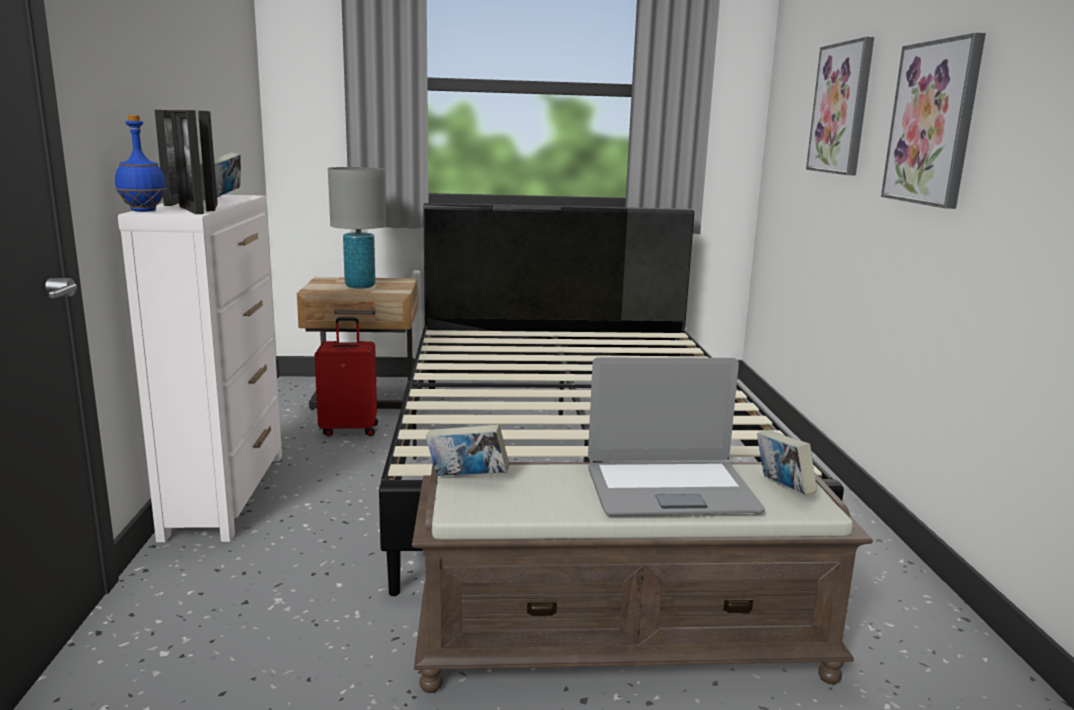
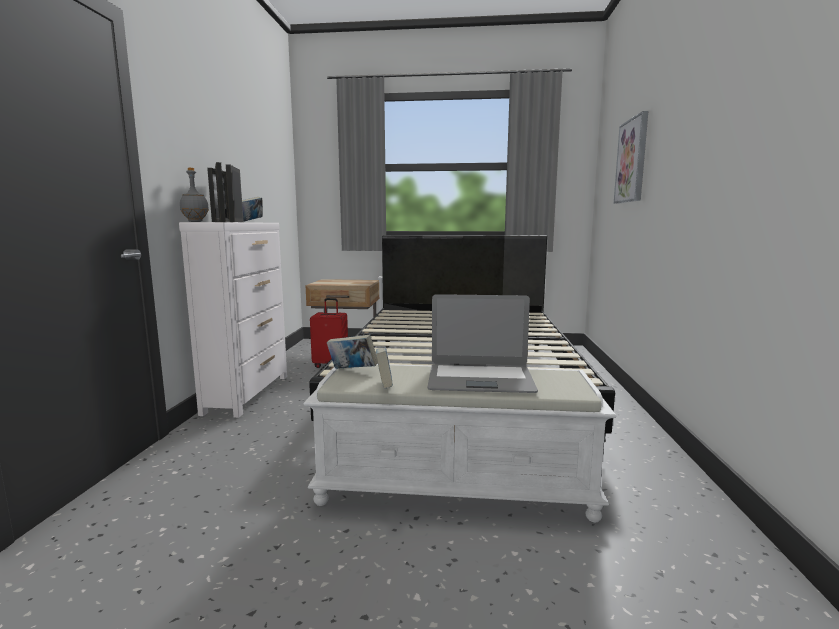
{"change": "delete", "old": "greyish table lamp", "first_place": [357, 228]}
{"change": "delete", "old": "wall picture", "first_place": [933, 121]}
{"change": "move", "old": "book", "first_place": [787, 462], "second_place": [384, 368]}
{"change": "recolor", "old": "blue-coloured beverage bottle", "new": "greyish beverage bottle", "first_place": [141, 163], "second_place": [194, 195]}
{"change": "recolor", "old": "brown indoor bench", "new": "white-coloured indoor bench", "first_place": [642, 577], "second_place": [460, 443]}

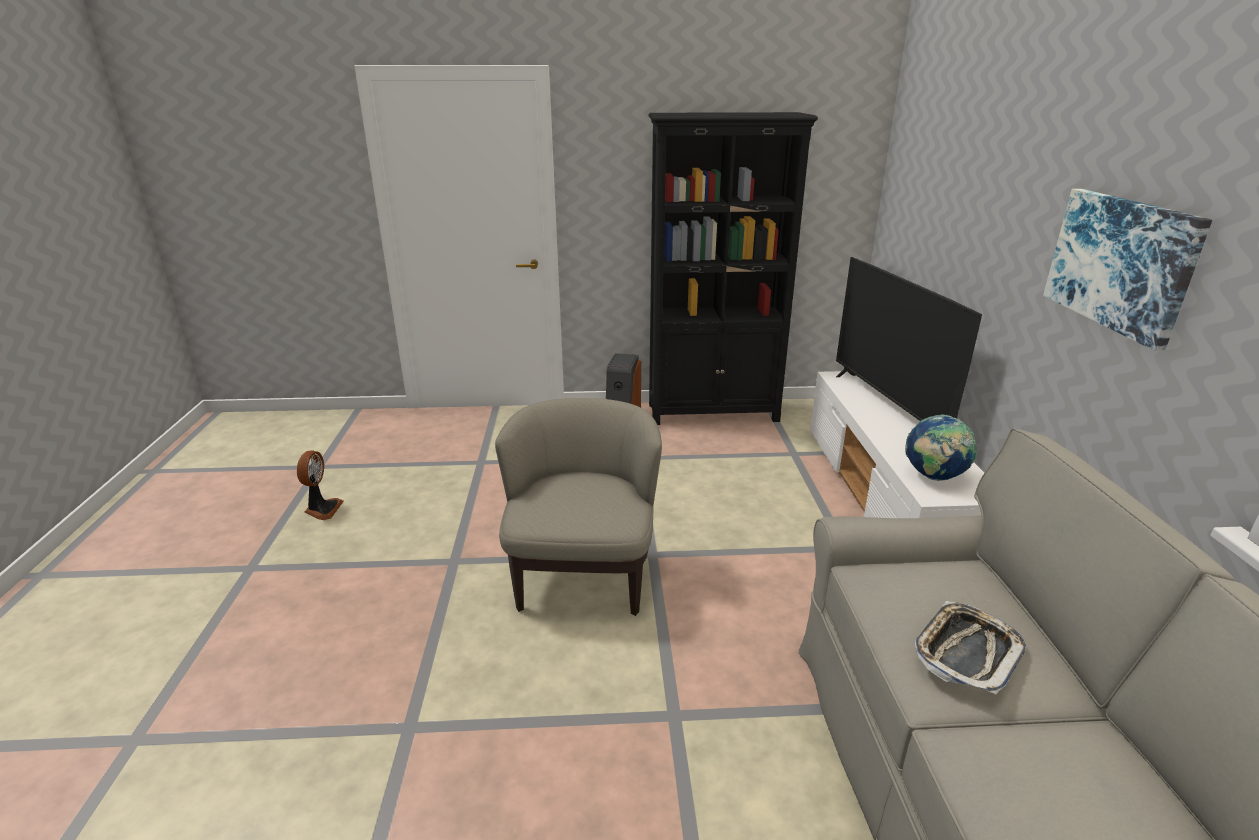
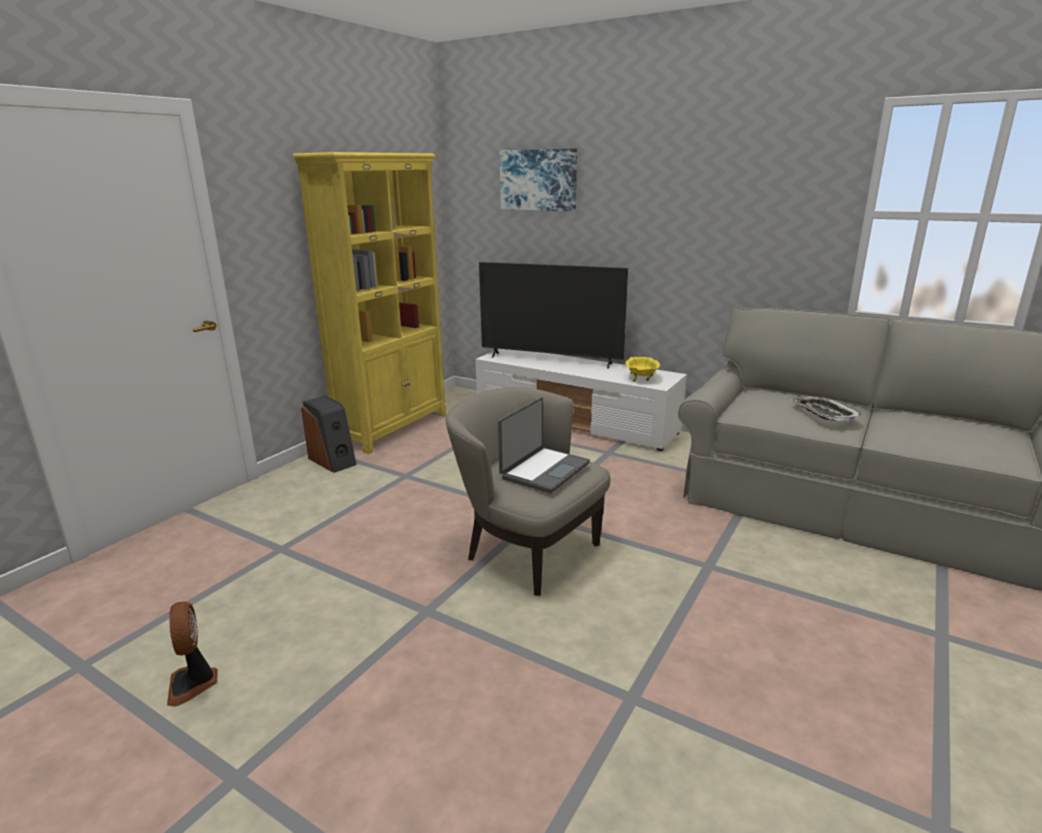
{"change": "insert", "new": "laptop", "second_place": [544, 445]}
{"change": "move", "old": "wall picture", "first_place": [1127, 269], "second_place": [538, 179]}
{"change": "replace", "old": "desk globe", "new": "yellow bowl", "first_place": [941, 447], "second_place": [642, 369]}
{"change": "recolor", "old": "black-coloured bookshelf", "new": "yellow bookshelf", "first_place": [733, 268], "second_place": [369, 303]}
{"change": "rotate", "old": "cooling fan", "first_place": [320, 485], "second_place": [192, 654], "degrees": -150}

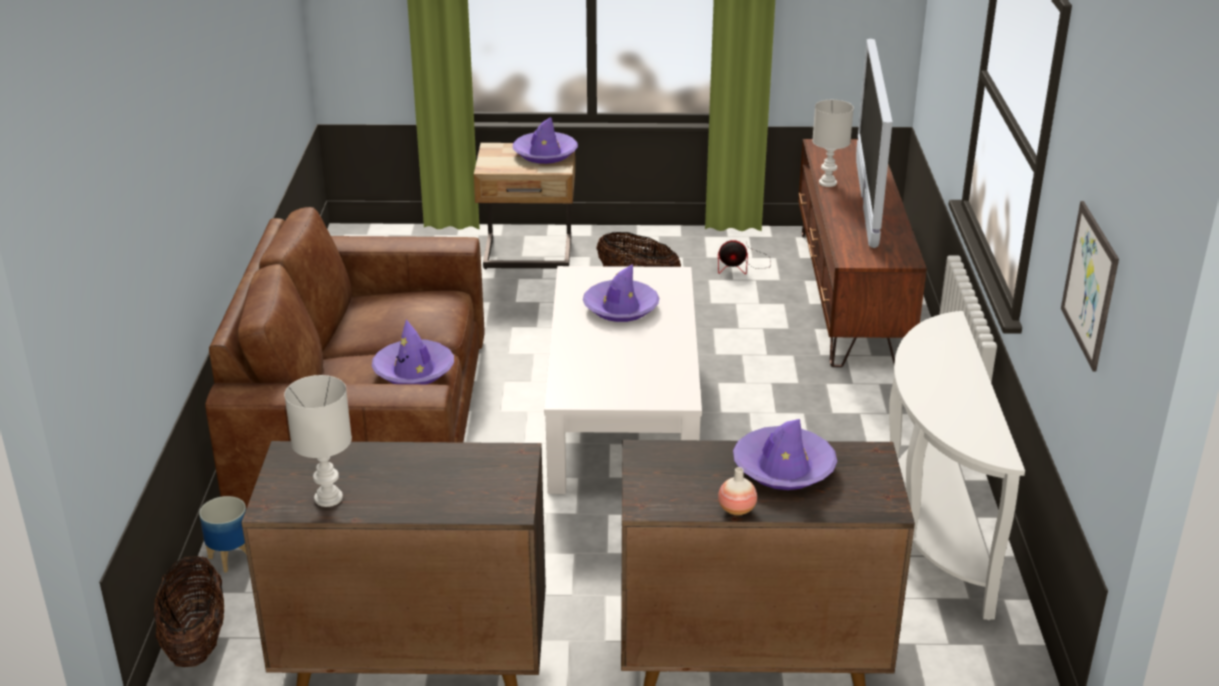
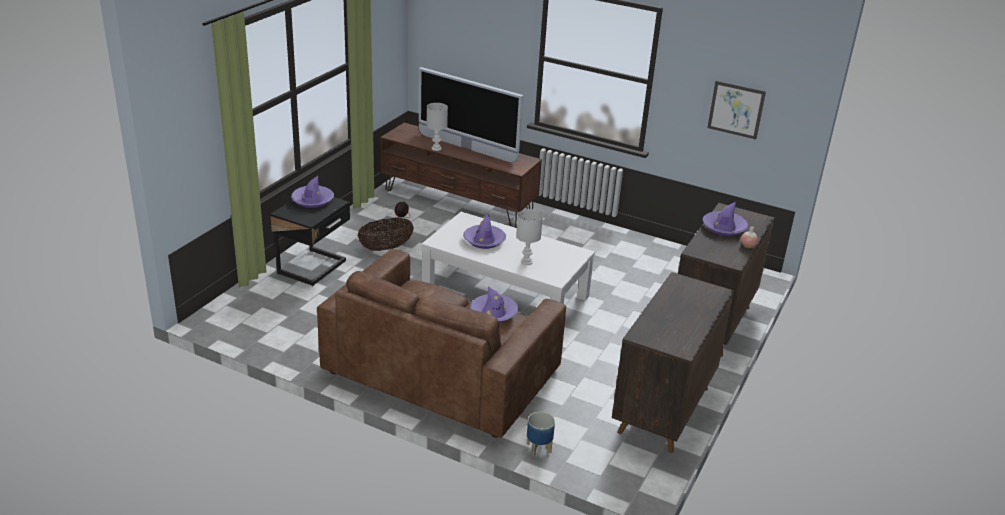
{"change": "delete", "old": "basket", "first_place": [189, 611]}
{"change": "delete", "old": "white-coloured console table", "first_place": [957, 465]}
{"change": "move", "old": "white-coloured table lamp", "first_place": [318, 441], "second_place": [529, 237]}
{"change": "recolor", "old": "beige-coloured bedside table", "new": "black-coloured bedside table", "first_place": [524, 206], "second_place": [310, 241]}

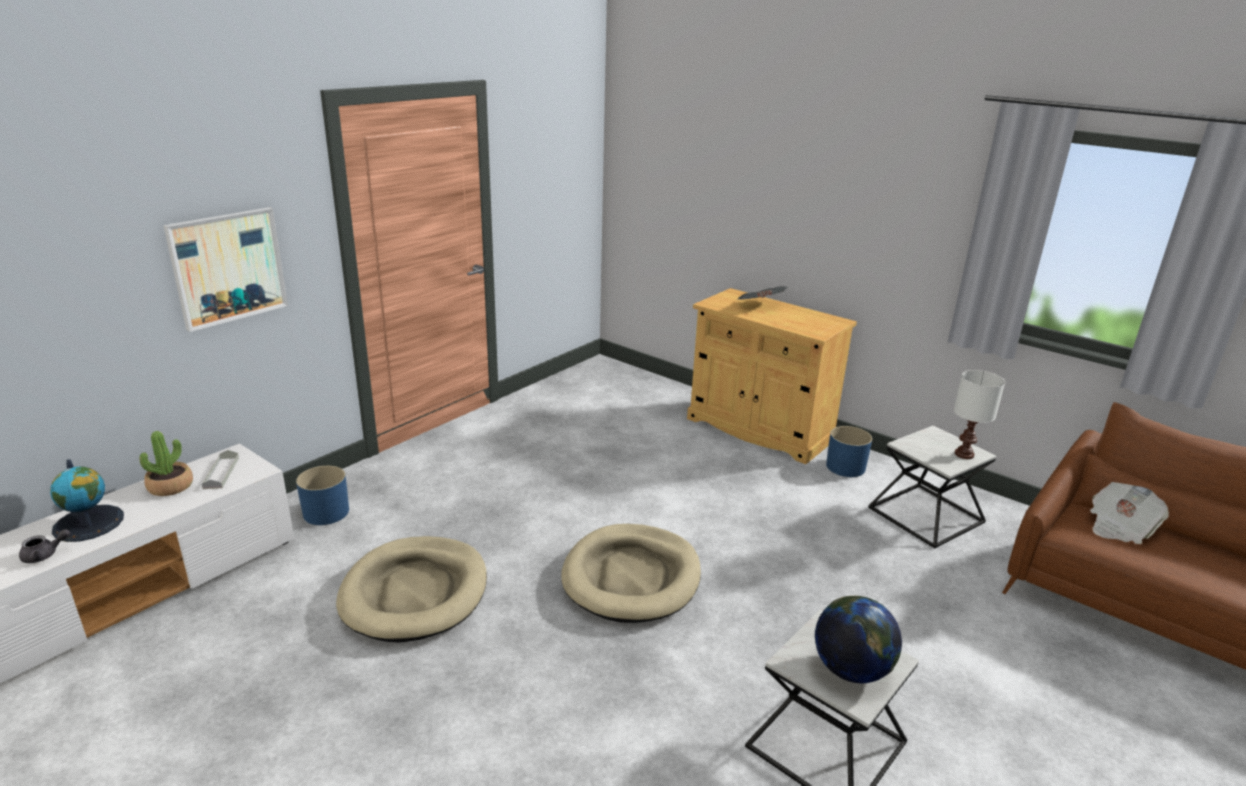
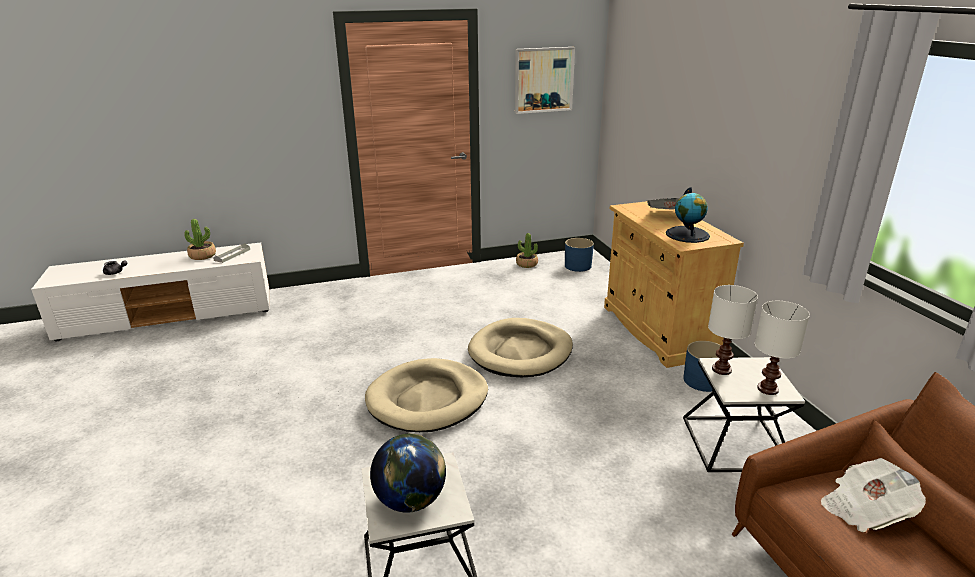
{"change": "insert", "new": "potted plant", "second_place": [527, 250]}
{"change": "insert", "new": "white-coloured table lamp", "second_place": [733, 330]}
{"change": "move", "old": "desk globe", "first_place": [87, 500], "second_place": [688, 215]}
{"change": "move", "old": "wall picture", "first_place": [225, 269], "second_place": [545, 80]}
{"change": "move", "old": "blue-coloured flower pot", "first_place": [322, 495], "second_place": [579, 255]}
{"change": "move", "old": "beige-coloured dog bed", "first_place": [411, 589], "second_place": [520, 347]}

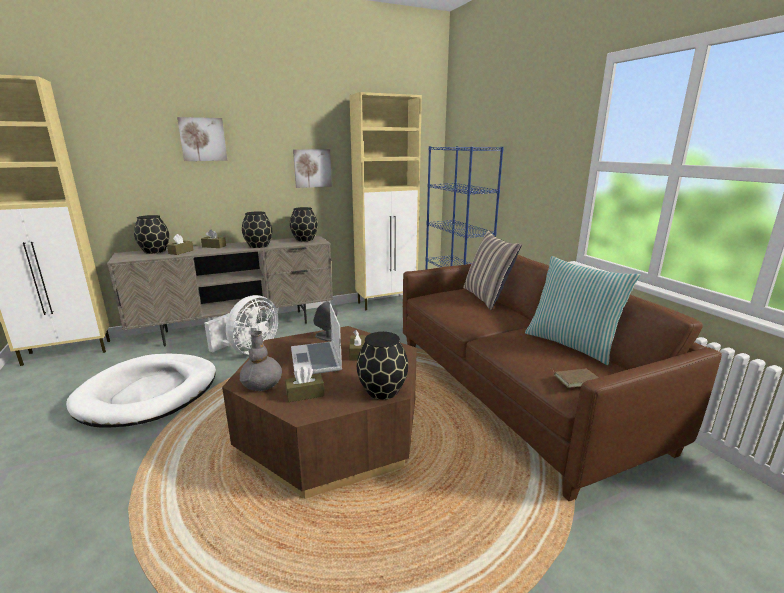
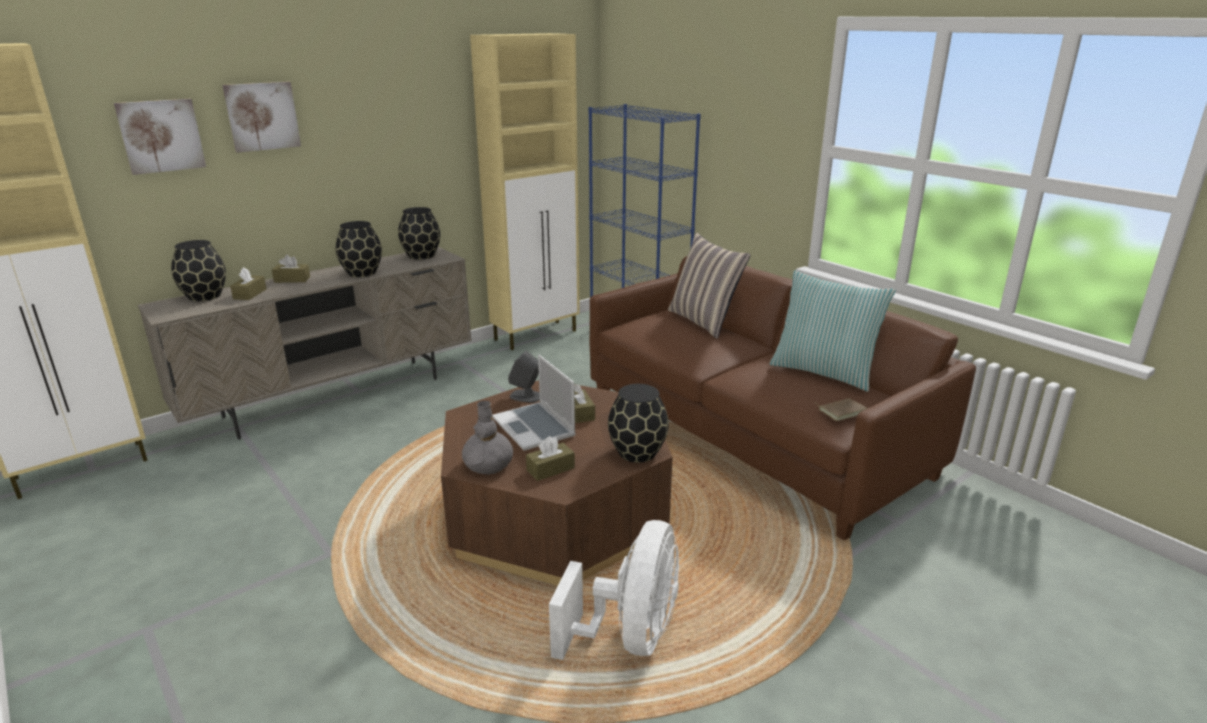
{"change": "delete", "old": "white-coloured dog bed", "first_place": [141, 390]}
{"change": "move", "old": "white-coloured cooling fan", "first_place": [241, 325], "second_place": [614, 590]}
{"change": "move", "old": "wall picture", "first_place": [312, 168], "second_place": [160, 137]}

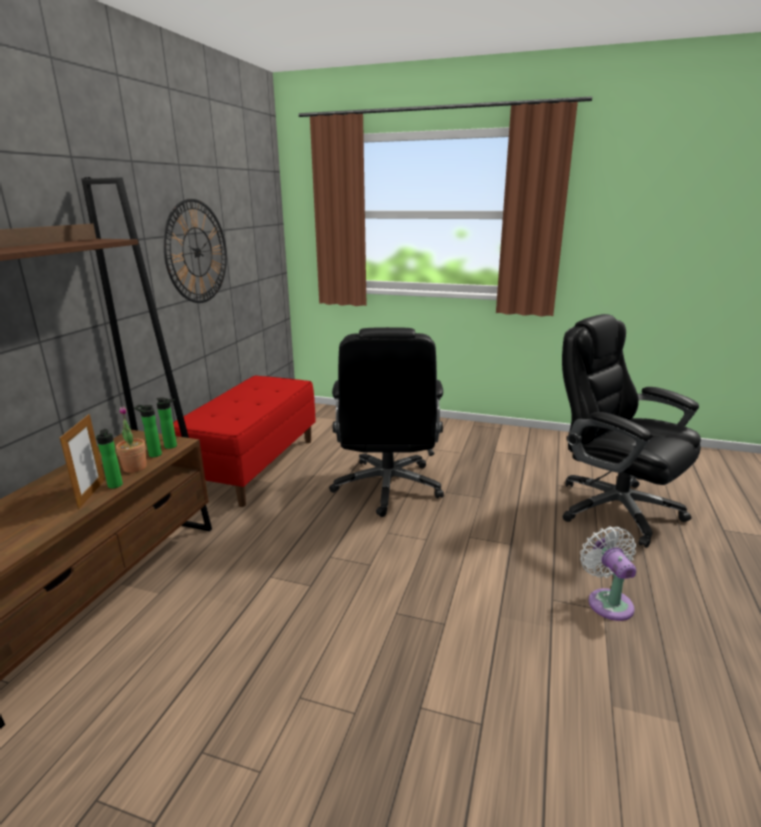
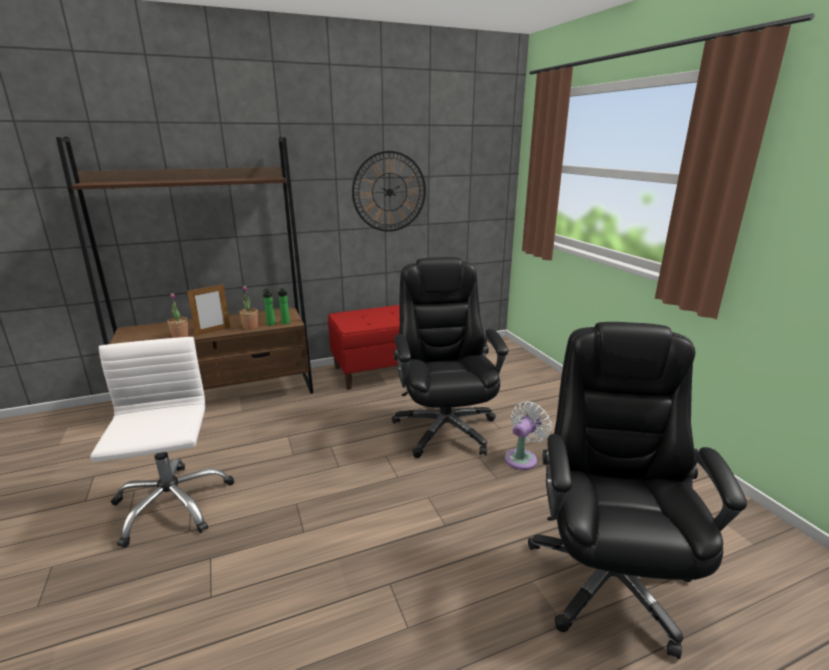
{"change": "delete", "old": "beverage bottle", "first_place": [109, 459]}
{"change": "insert", "new": "white-coloured desk chair", "second_place": [162, 442]}
{"change": "insert", "new": "potted plant", "second_place": [178, 315]}
{"change": "move", "old": "white-coloured cooling fan", "first_place": [608, 574], "second_place": [528, 435]}
{"change": "rotate", "old": "black-coloured desk chair", "first_place": [386, 422], "second_place": [450, 357], "degrees": 120}

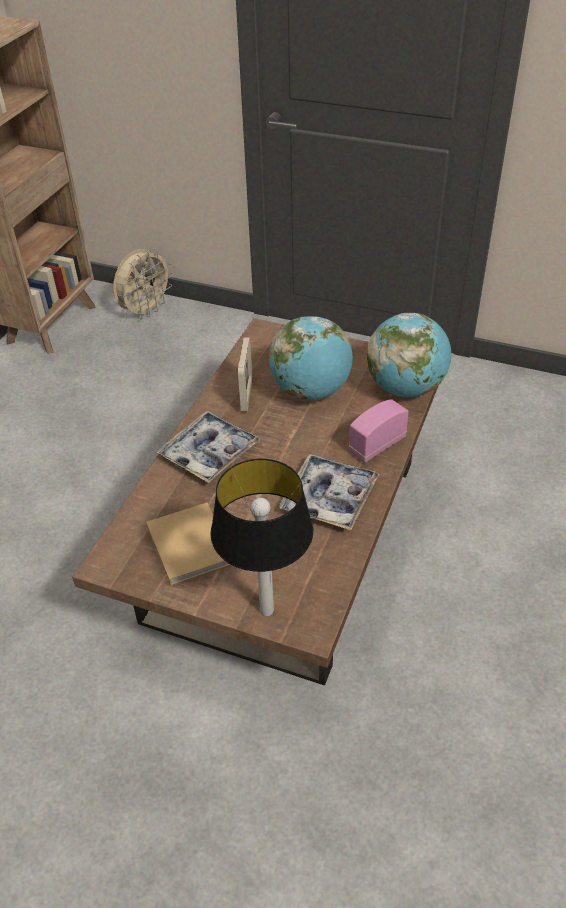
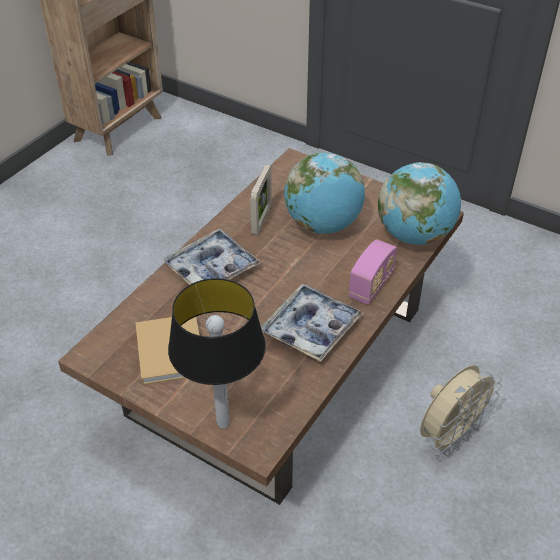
{"change": "move", "old": "beige-coloured cooling fan", "first_place": [143, 283], "second_place": [461, 410]}
{"change": "rotate", "old": "radio set", "first_place": [379, 431], "second_place": [373, 272], "degrees": 150}

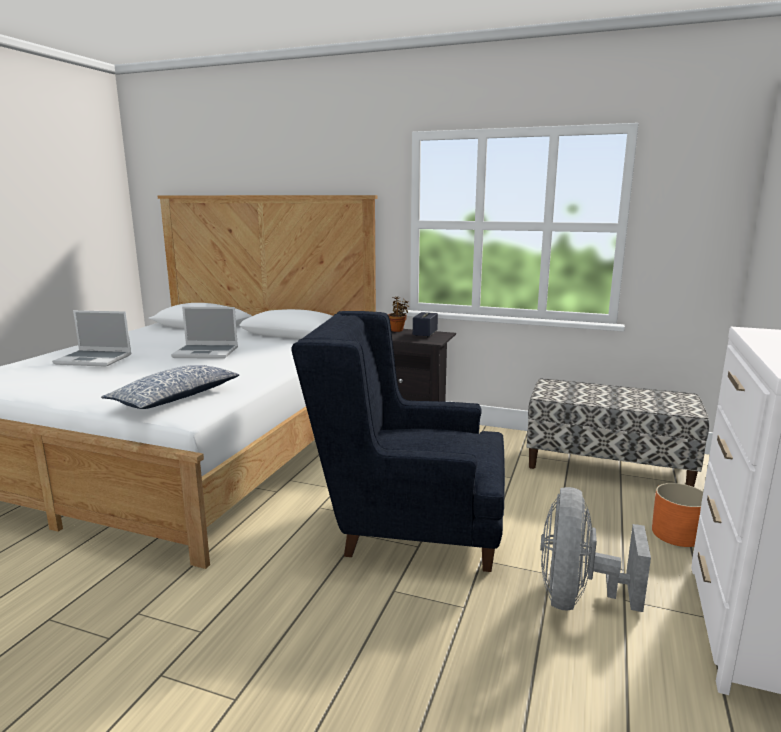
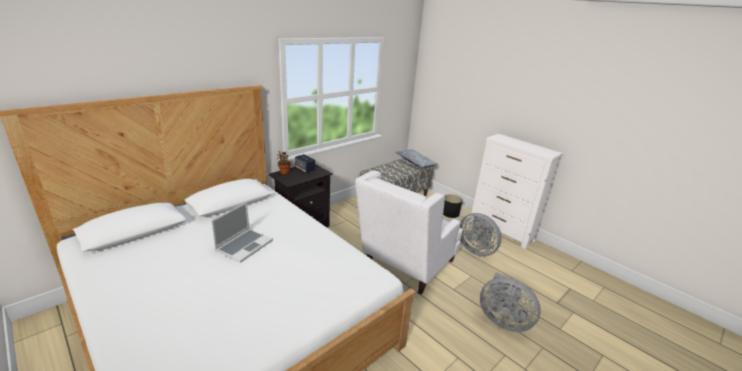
{"change": "delete", "old": "laptop", "first_place": [92, 338]}
{"change": "insert", "new": "greyish cooling fan", "second_place": [510, 302]}
{"change": "move", "old": "cushion", "first_place": [170, 387], "second_place": [417, 158]}
{"change": "recolor", "old": "blue-coloured easy chair", "new": "white-coloured easy chair", "first_place": [398, 441], "second_place": [409, 232]}
{"change": "recolor", "old": "orange-coloured flower pot", "new": "black-coloured flower pot", "first_place": [677, 515], "second_place": [453, 206]}

